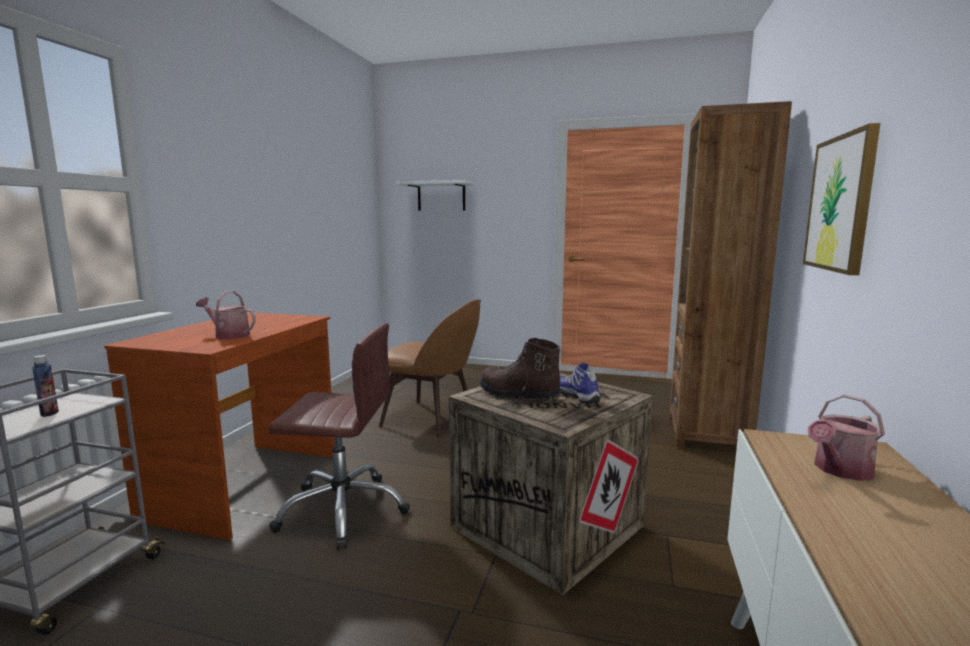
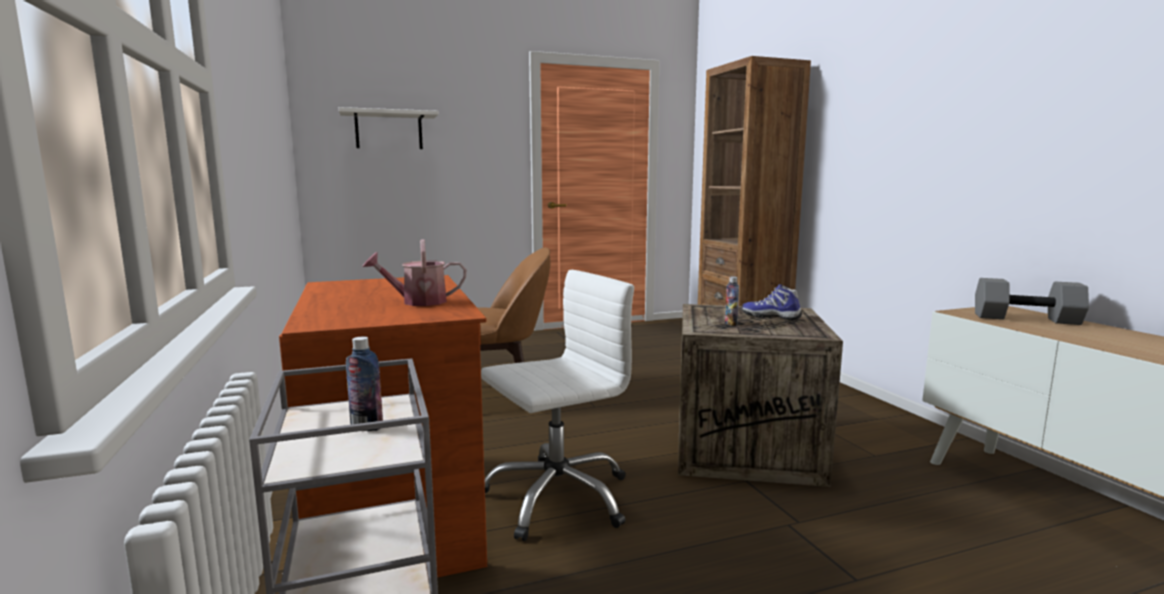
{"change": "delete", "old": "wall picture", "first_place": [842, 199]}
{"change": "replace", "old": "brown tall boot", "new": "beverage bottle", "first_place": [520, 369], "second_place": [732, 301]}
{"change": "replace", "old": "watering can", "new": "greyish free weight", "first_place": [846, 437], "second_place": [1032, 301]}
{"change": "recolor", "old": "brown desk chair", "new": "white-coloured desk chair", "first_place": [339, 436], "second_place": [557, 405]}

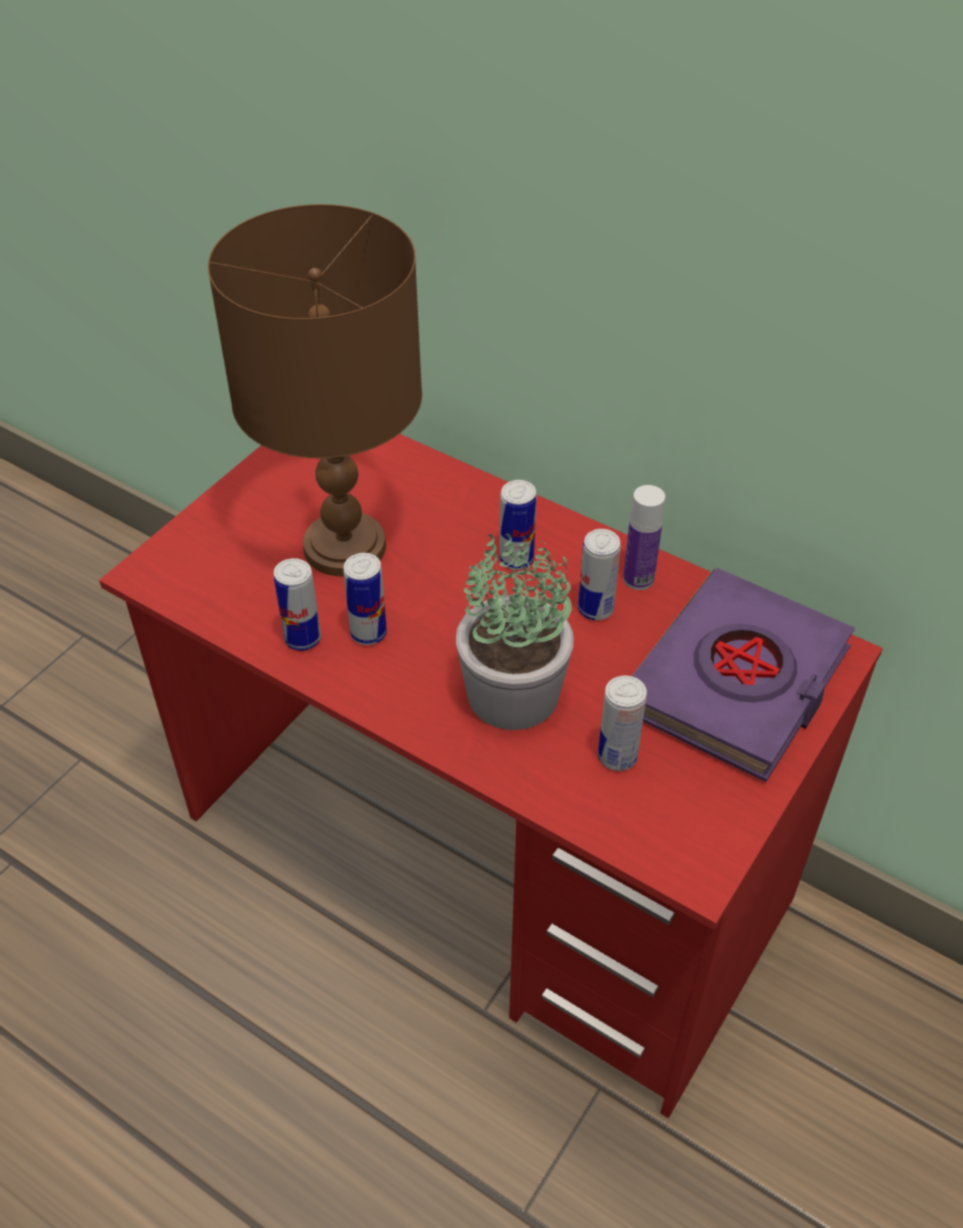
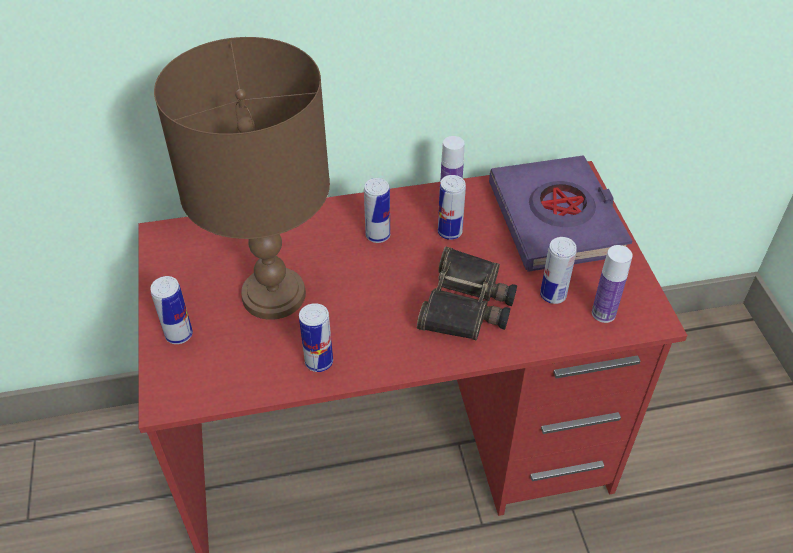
{"change": "insert", "new": "beverage bottle", "second_place": [612, 284]}
{"change": "move", "old": "metal can", "first_place": [365, 599], "second_place": [171, 310]}
{"change": "replace", "old": "potted plant", "new": "field glasses", "first_place": [515, 631], "second_place": [467, 293]}

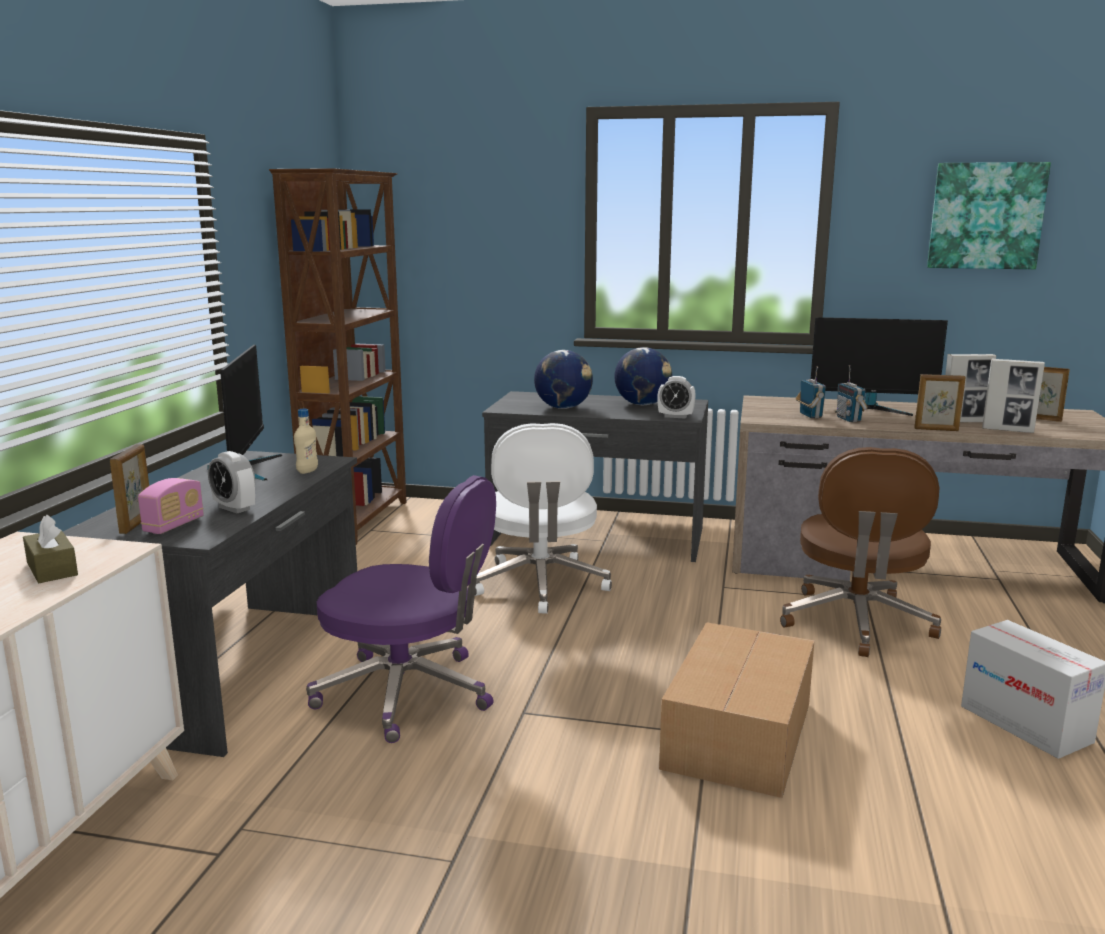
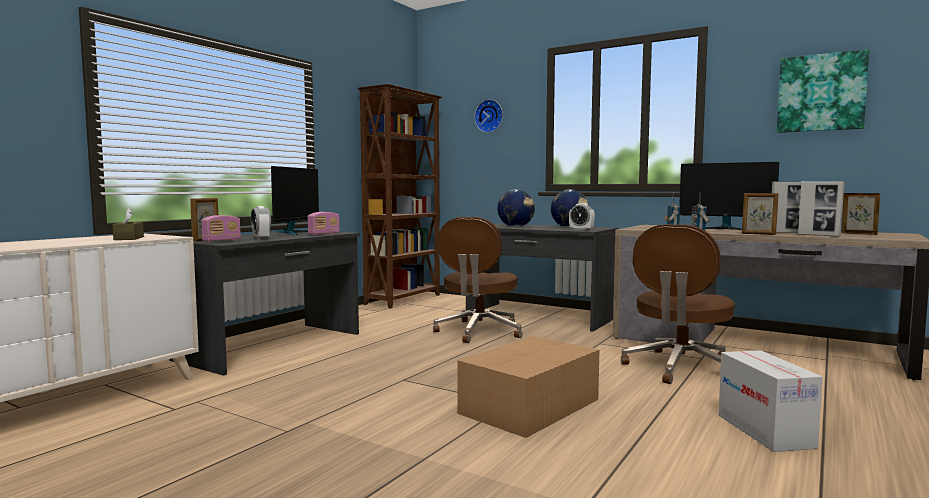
{"change": "delete", "old": "purple desk chair", "first_place": [401, 609]}
{"change": "insert", "new": "hanging clock", "second_place": [488, 116]}
{"change": "replace", "old": "beige-coloured beverage bottle", "new": "radio set", "first_place": [306, 441], "second_place": [324, 223]}
{"change": "recolor", "old": "white-coloured desk chair", "new": "brown desk chair", "first_place": [543, 518], "second_place": [477, 280]}

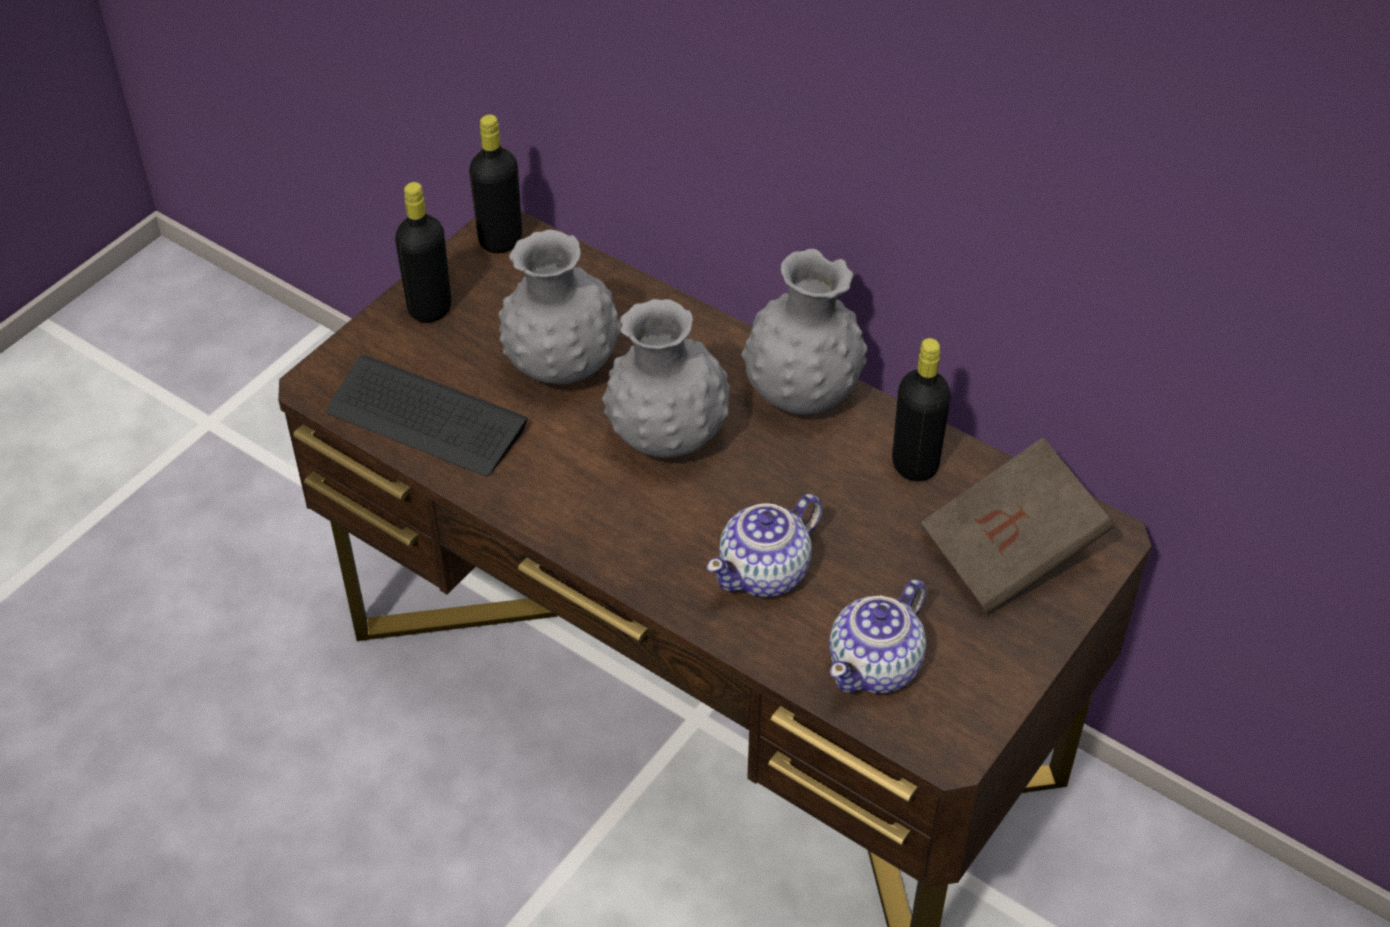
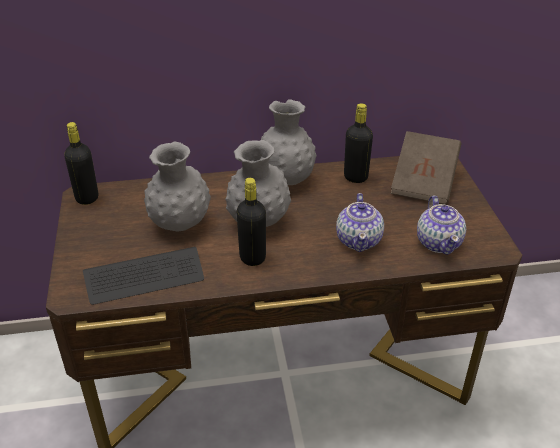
{"change": "move", "old": "black-coloured beverage bottle", "first_place": [423, 252], "second_place": [251, 222]}

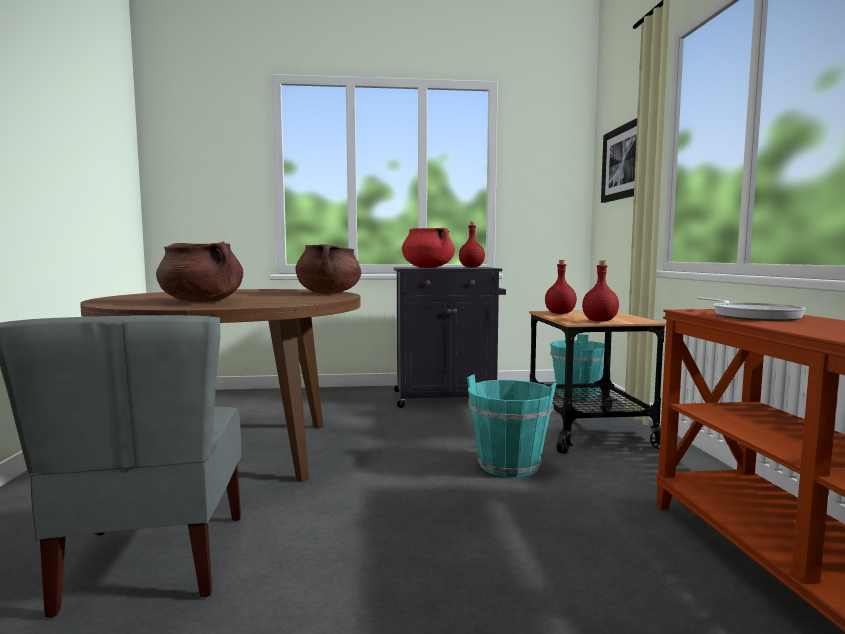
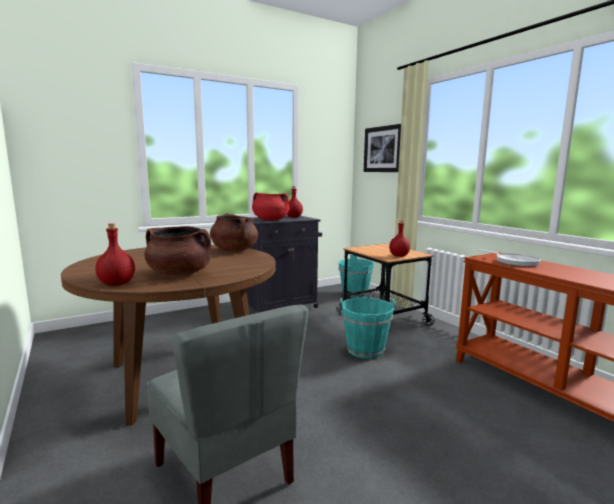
{"change": "move", "old": "reddish beverage bottle", "first_place": [561, 287], "second_place": [115, 254]}

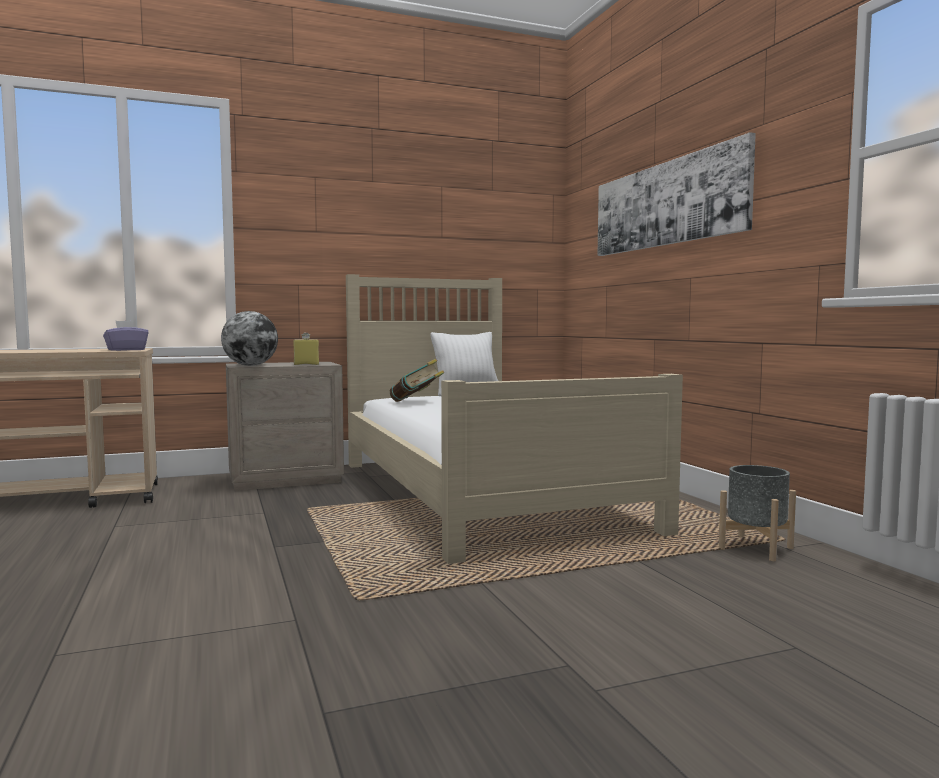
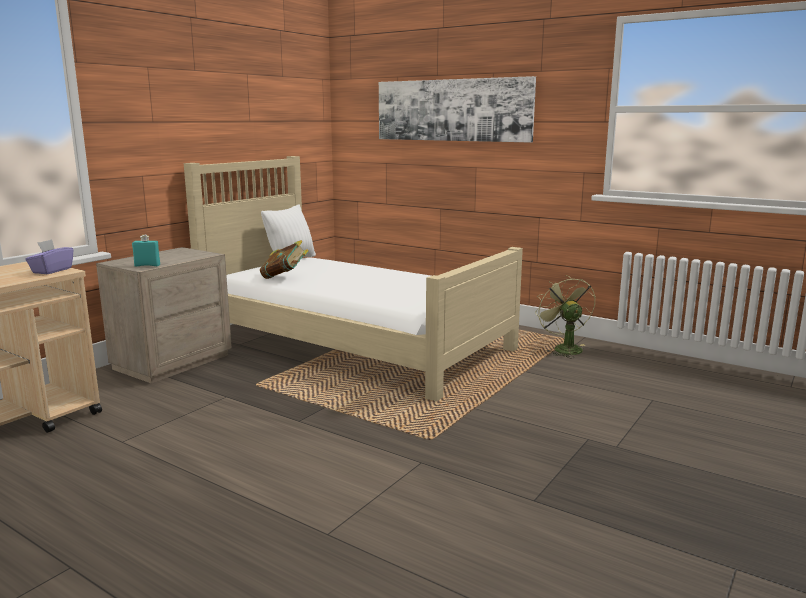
{"change": "delete", "old": "yellow beverage bottle", "first_place": [306, 349]}
{"change": "replace", "old": "desk globe", "new": "turquoise-coloured beverage bottle", "first_place": [249, 338], "second_place": [146, 251]}
{"change": "replace", "old": "greyish flower pot", "new": "green-coloured cooling fan", "first_place": [757, 513], "second_place": [565, 316]}

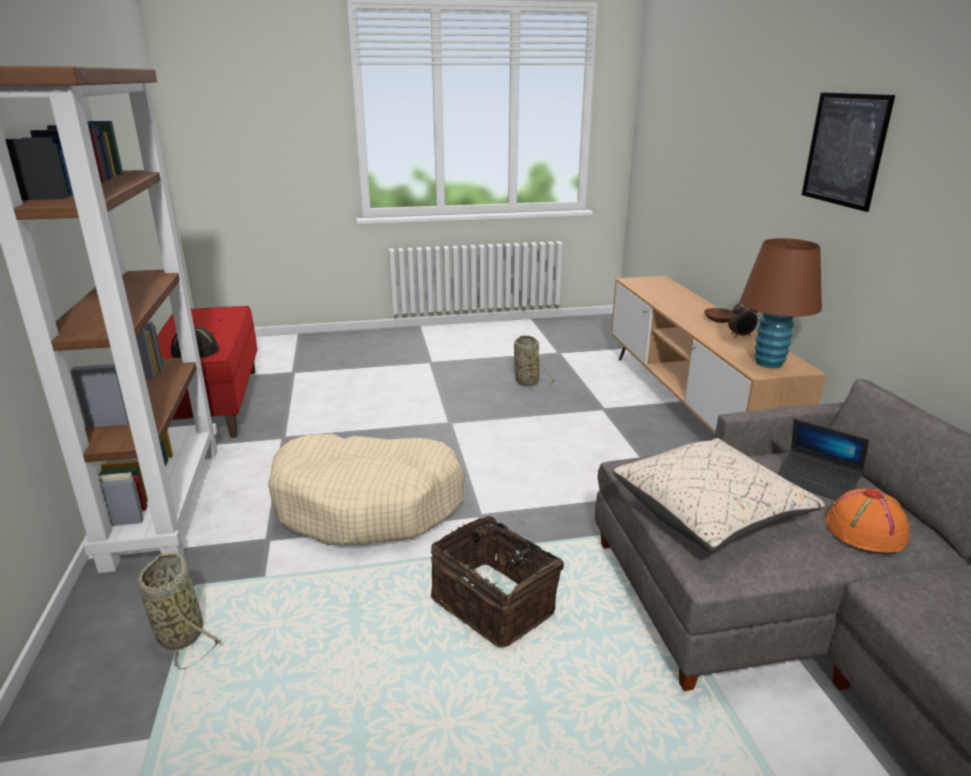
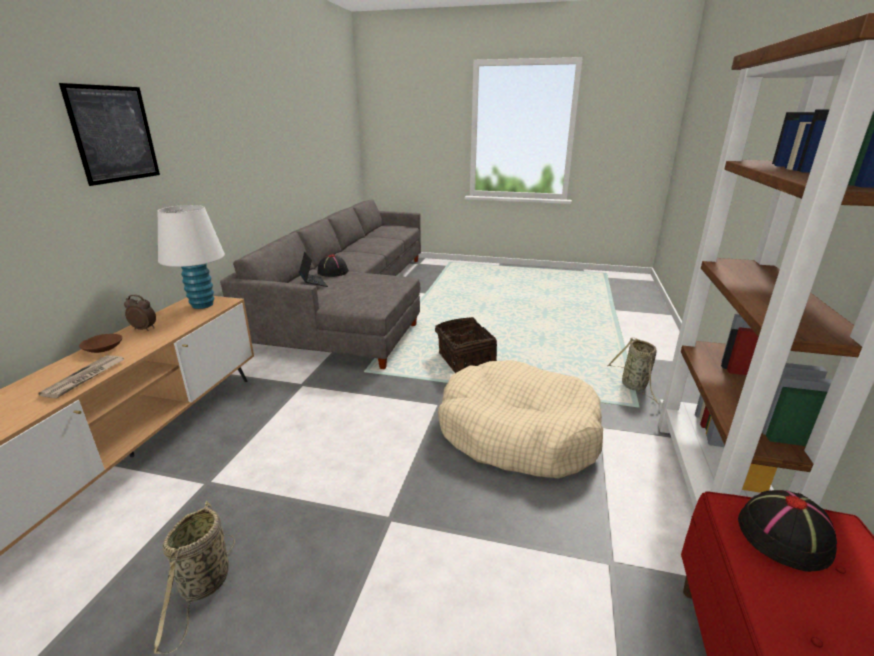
{"change": "delete", "old": "beige-coloured cushion", "first_place": [719, 495]}
{"change": "insert", "new": "printed paper", "second_place": [81, 376]}
{"change": "recolor", "old": "brown table lamp", "new": "white-coloured table lamp", "first_place": [781, 303], "second_place": [191, 257]}
{"change": "recolor", "old": "orange-coloured hat", "new": "black-coloured hat", "first_place": [867, 521], "second_place": [333, 265]}

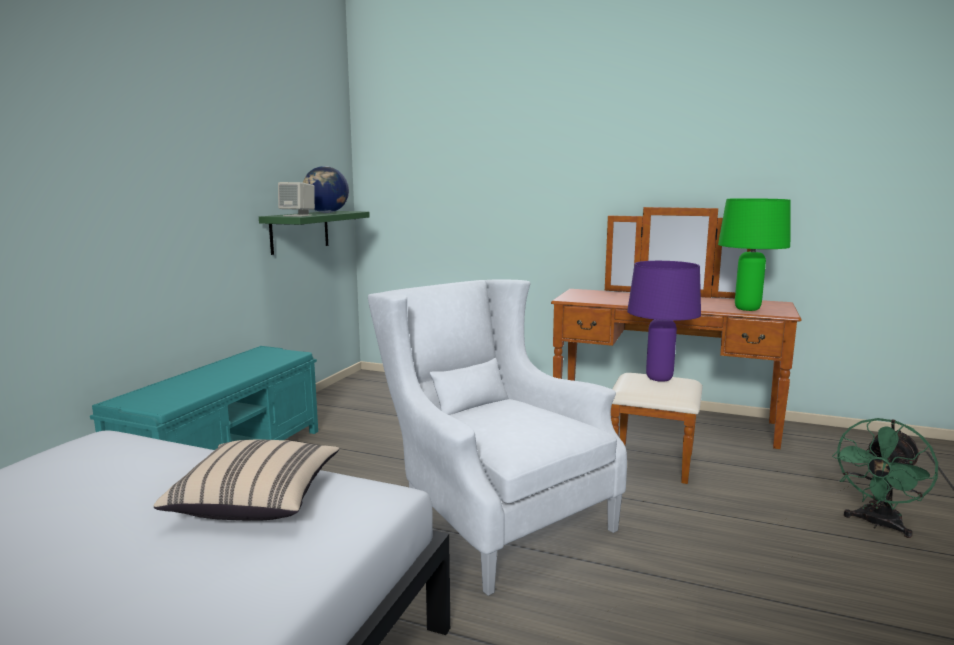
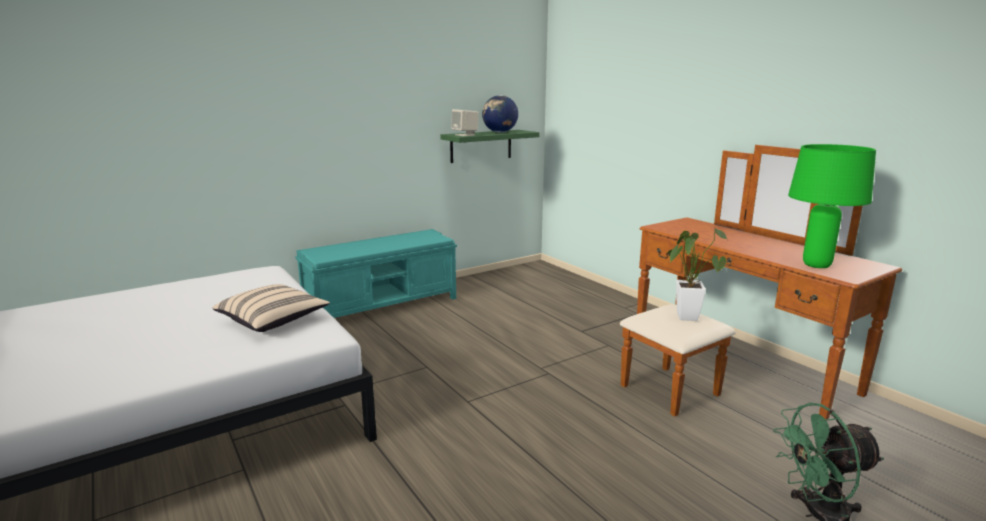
{"change": "delete", "old": "white-coloured easy chair", "first_place": [497, 437]}
{"change": "replace", "old": "purple table lamp", "new": "potted plant", "first_place": [664, 321], "second_place": [697, 274]}

